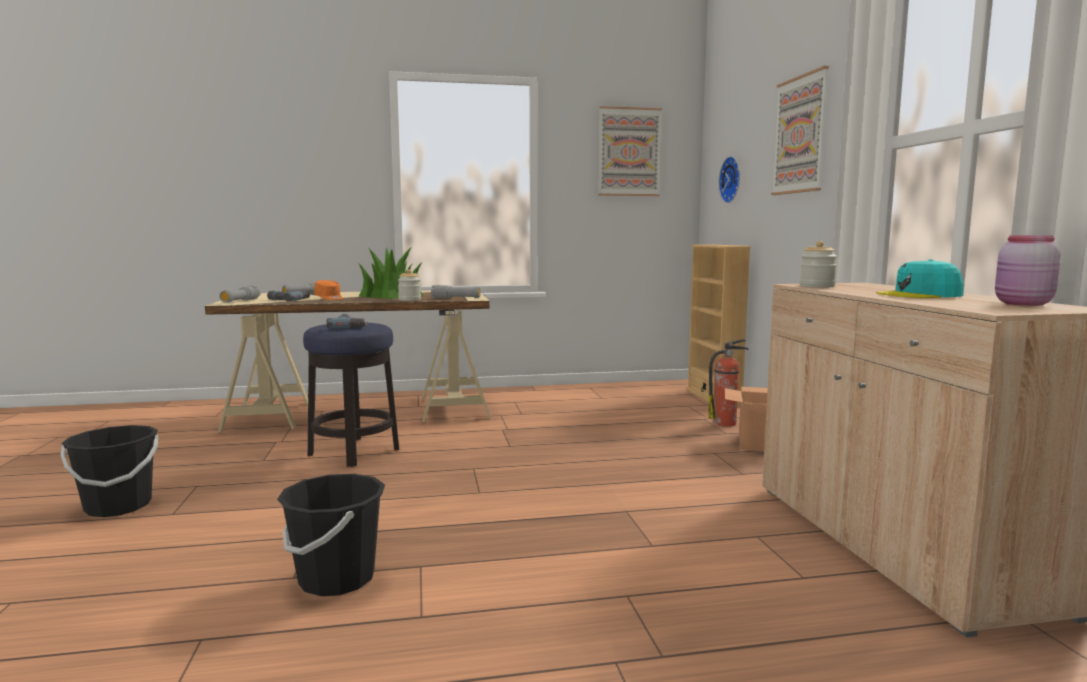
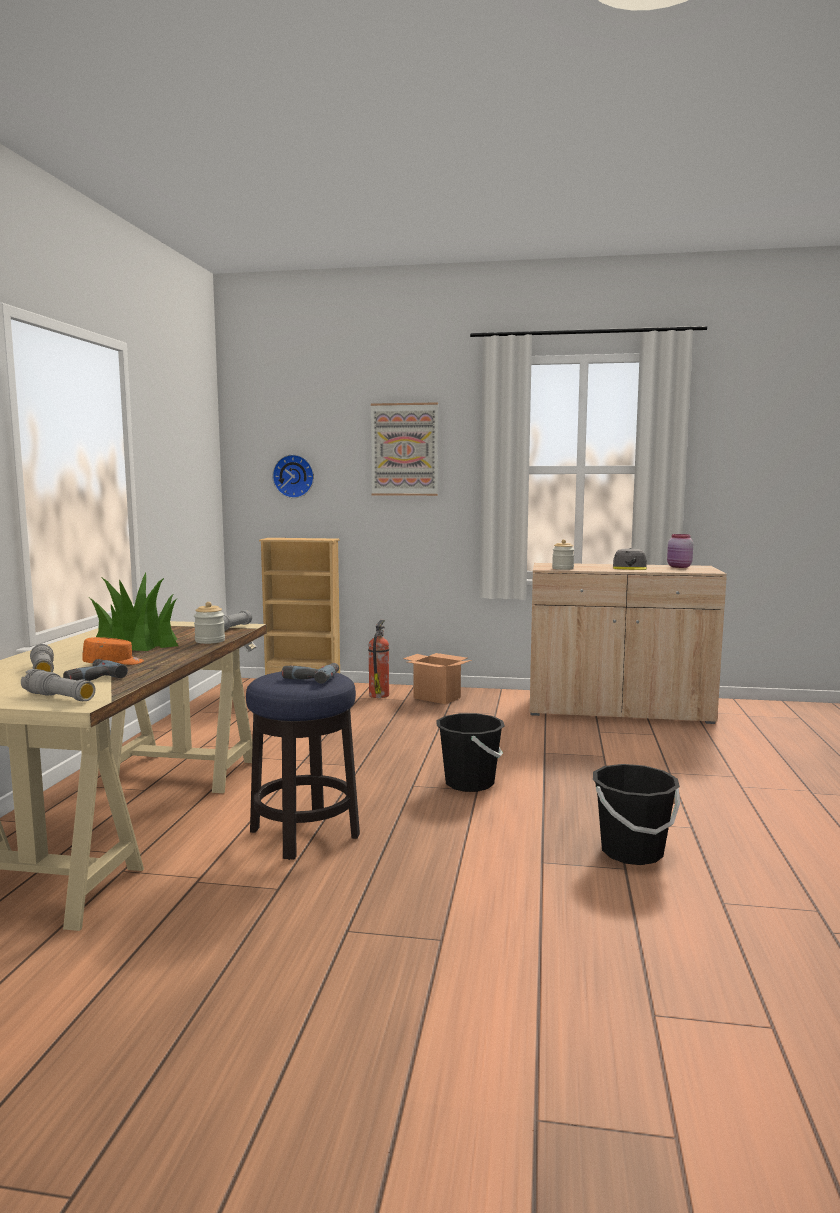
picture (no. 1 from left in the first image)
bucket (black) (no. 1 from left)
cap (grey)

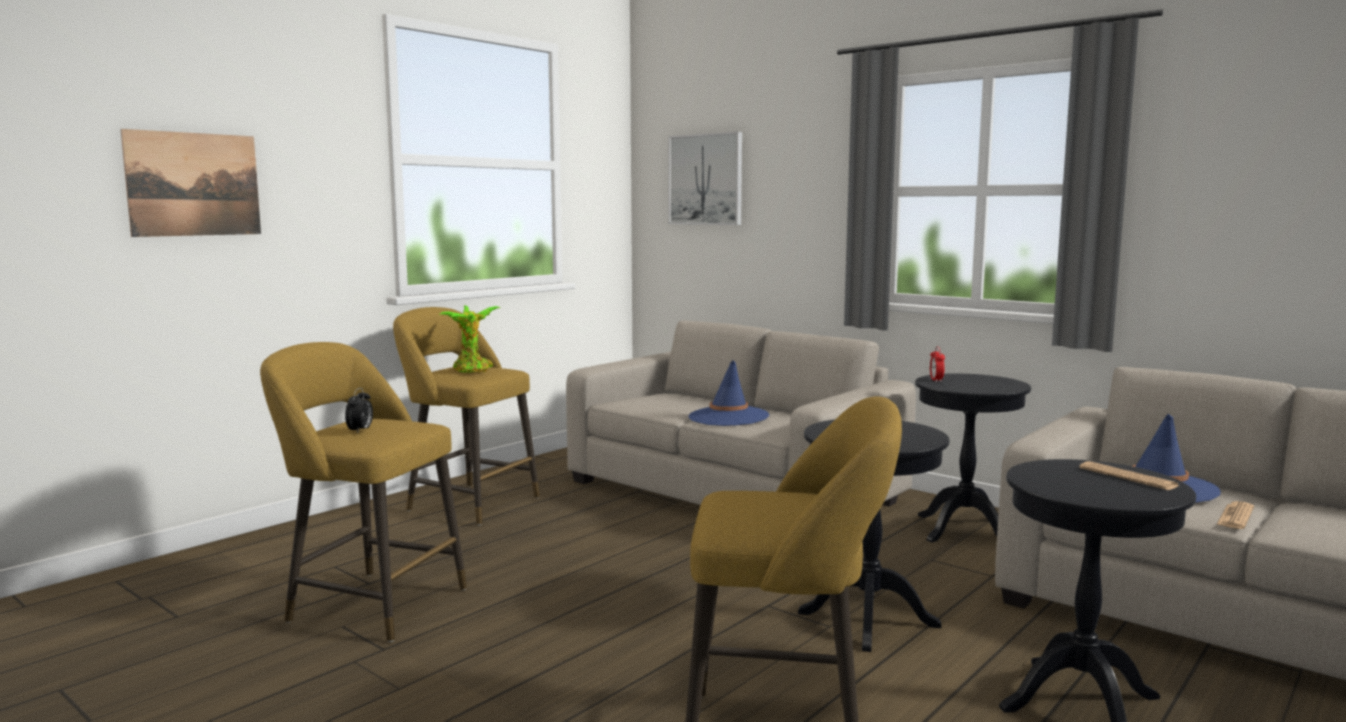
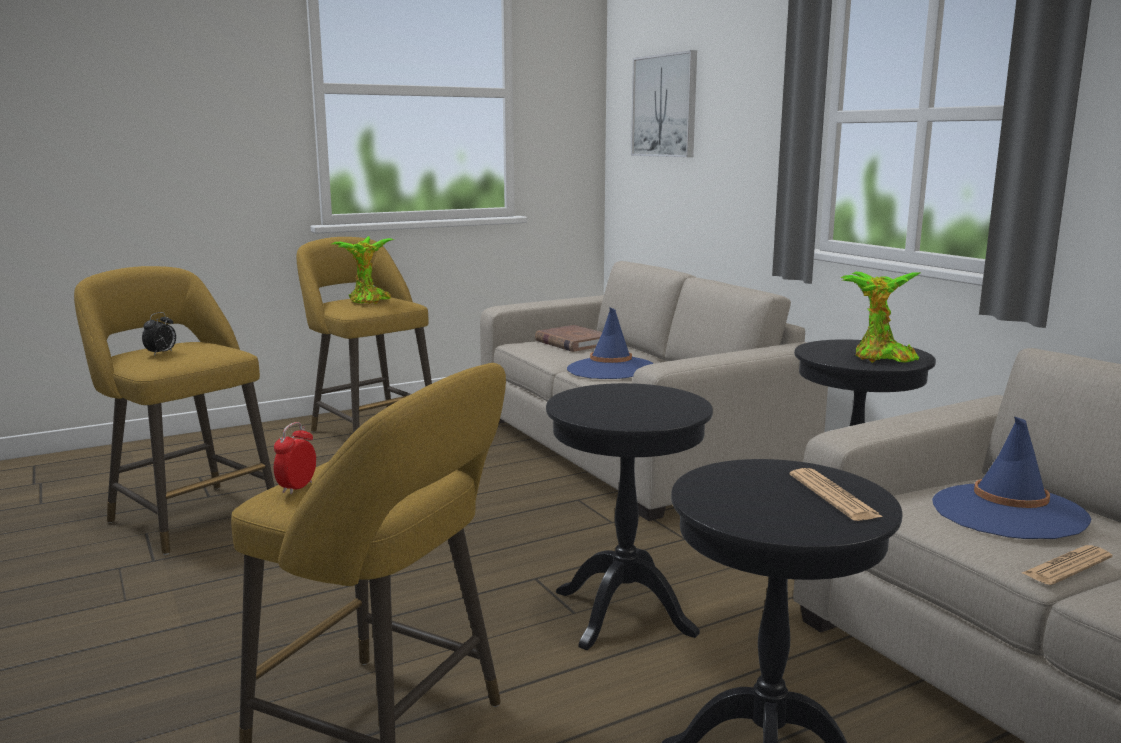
picture (no. 1 from left in the first image)
book (brown)
potted plant (no. 2 from left)
alarm clock (no. 2 from left)

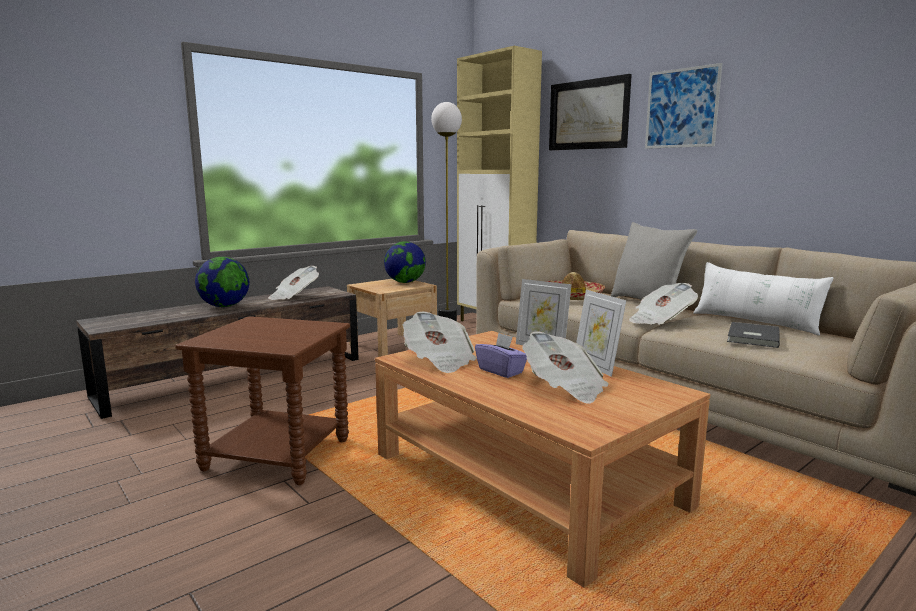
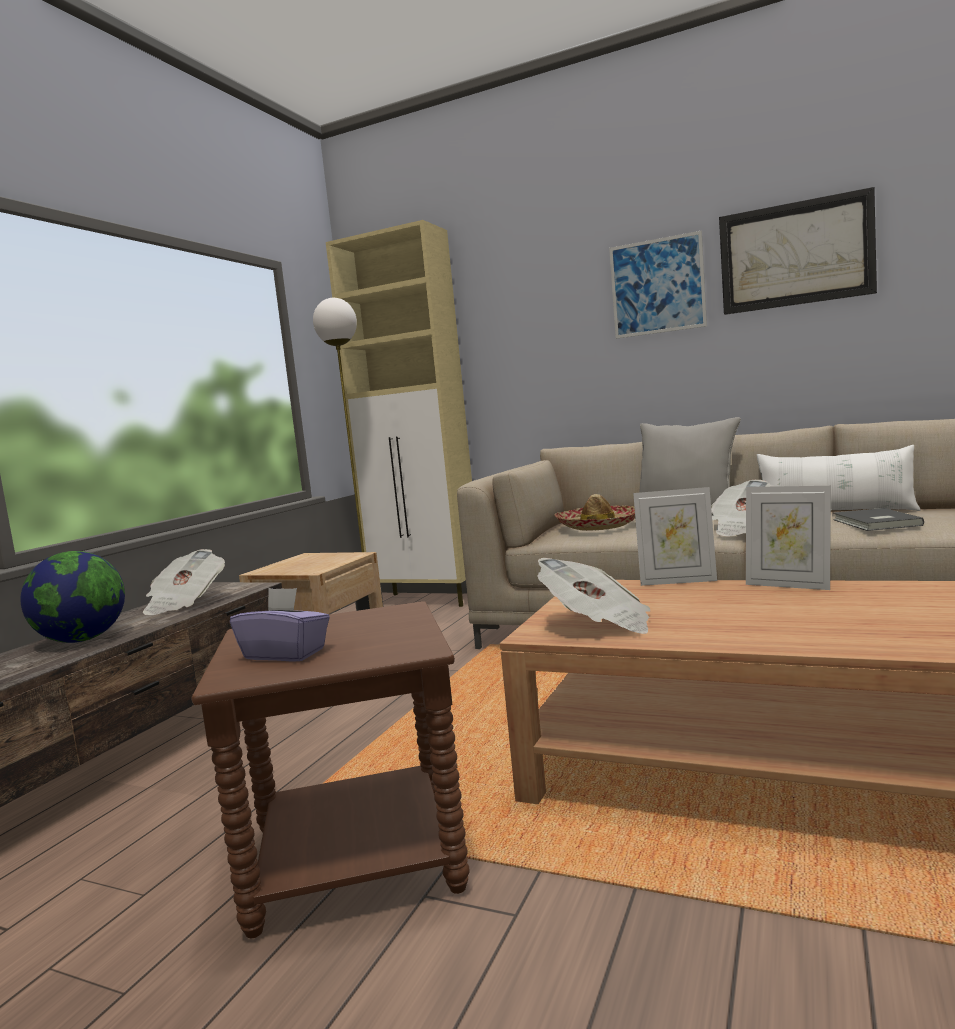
globe (no. 2 from left in the first image)
newspaper (no. 3 from left in the first image)
tissue box (purple)
picture (no. 2 from left)

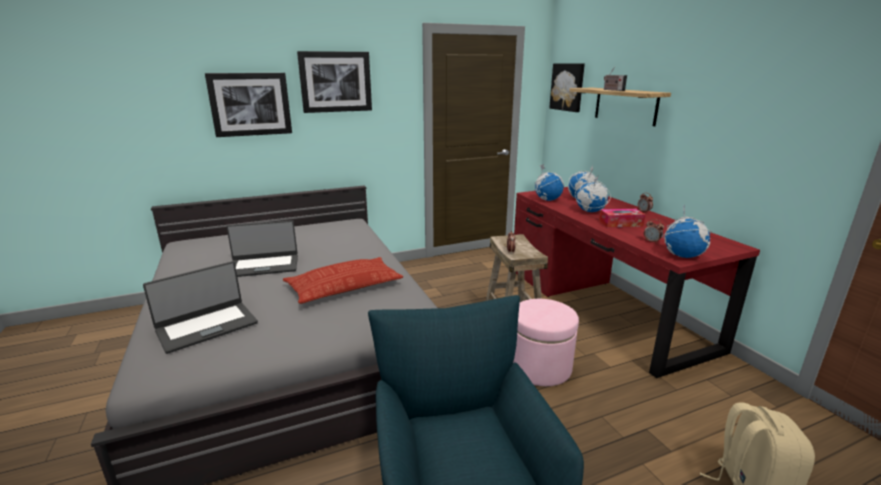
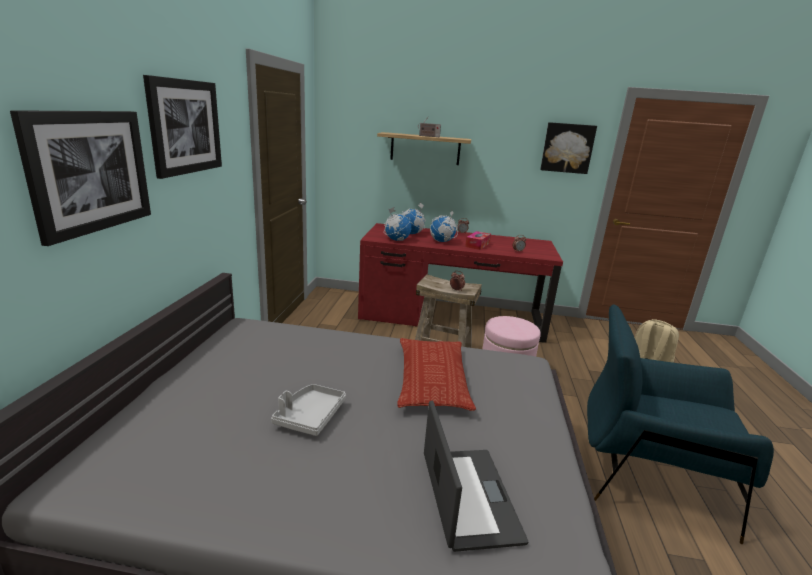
globe (no. 4 from left in the first image)
picture (no. 3 from left)
tray (grey)

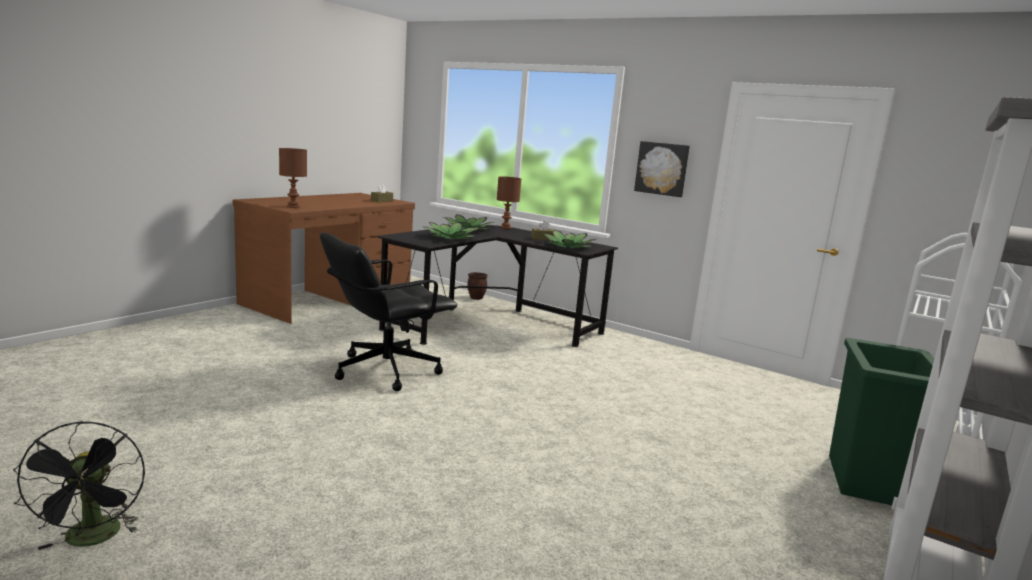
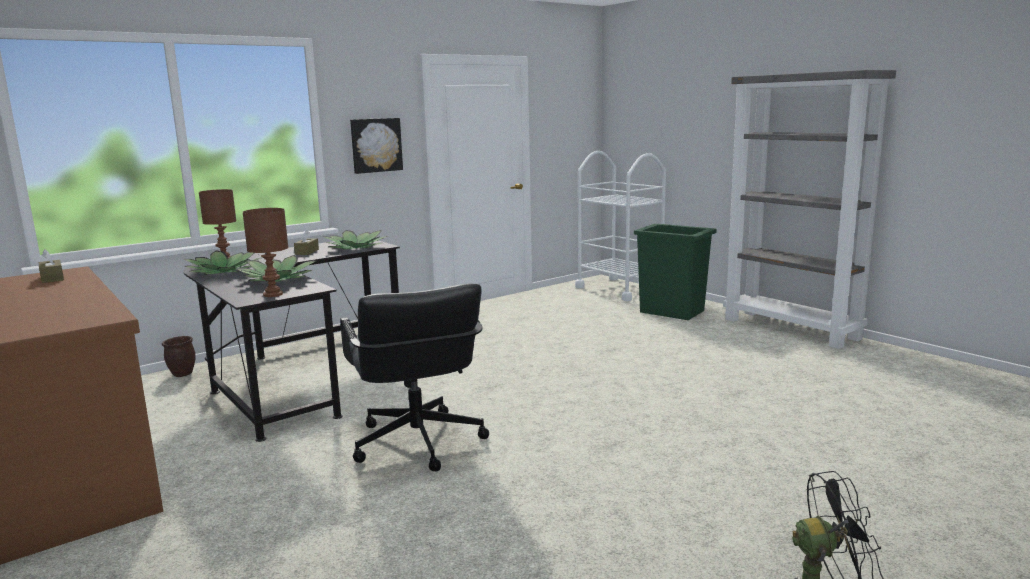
table lamp (brown) (no. 2 from left)

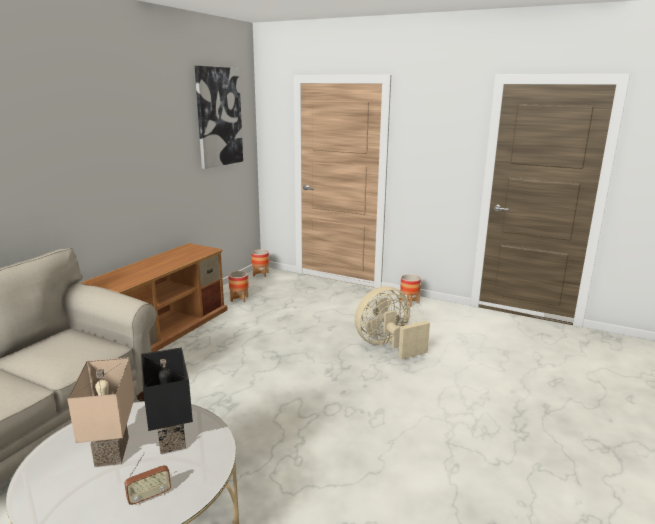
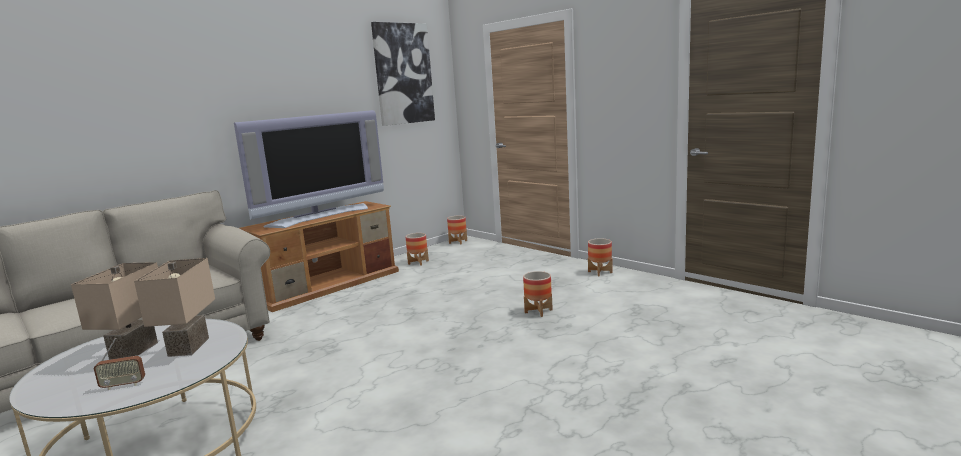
television
planter (no. 3 from left)
table lamp (beige) (no. 2 from left)

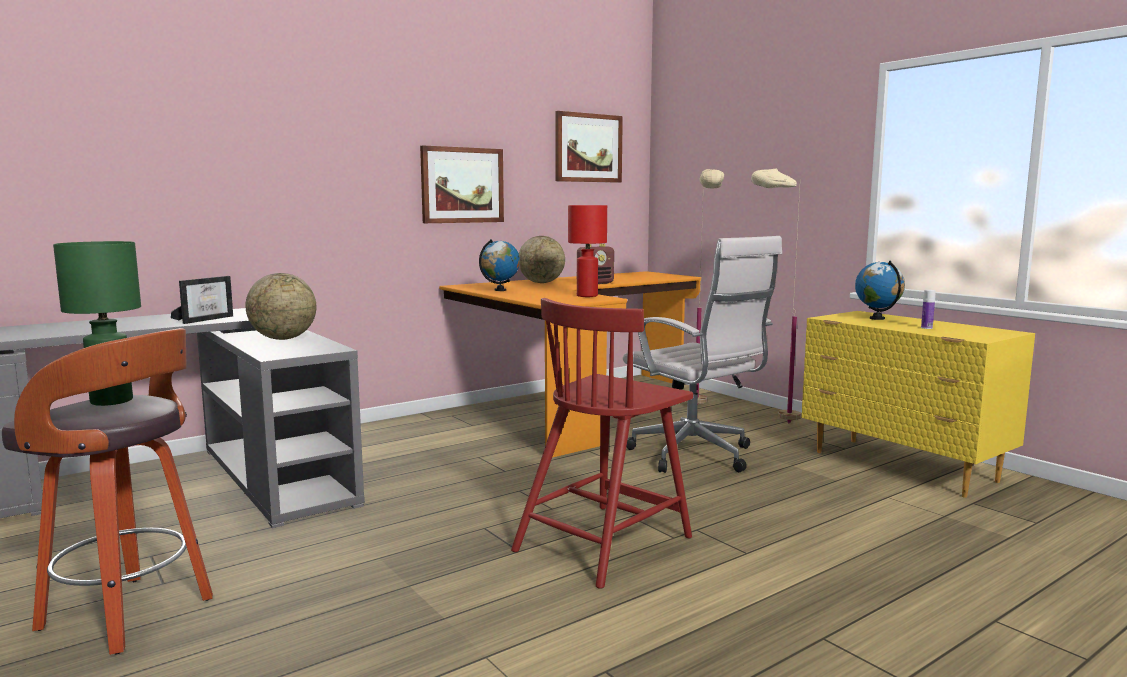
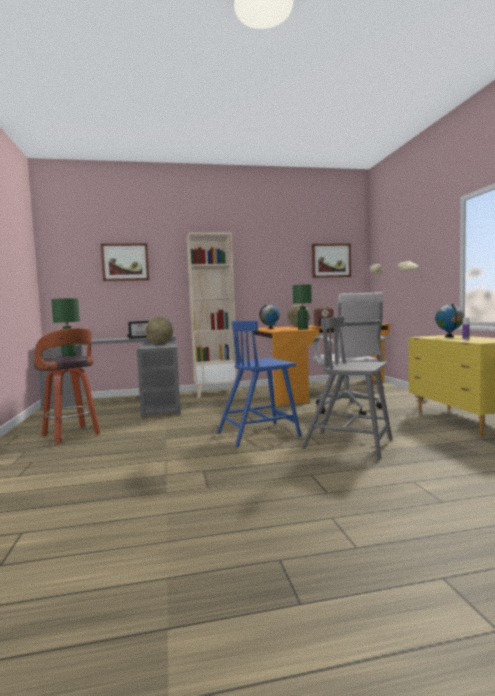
bookcase (beige)
chair (grey)
picture (no. 1 from left)
chair (blue)
table lamp (green) (no. 2 from left)

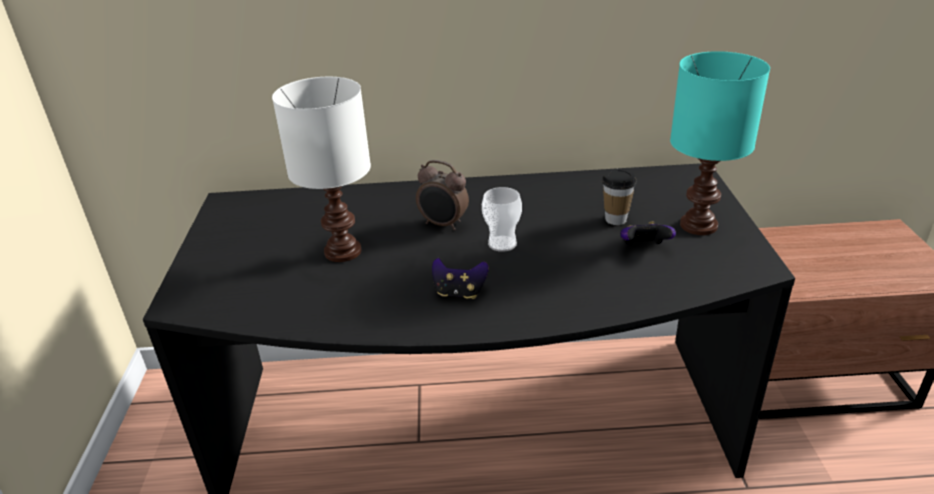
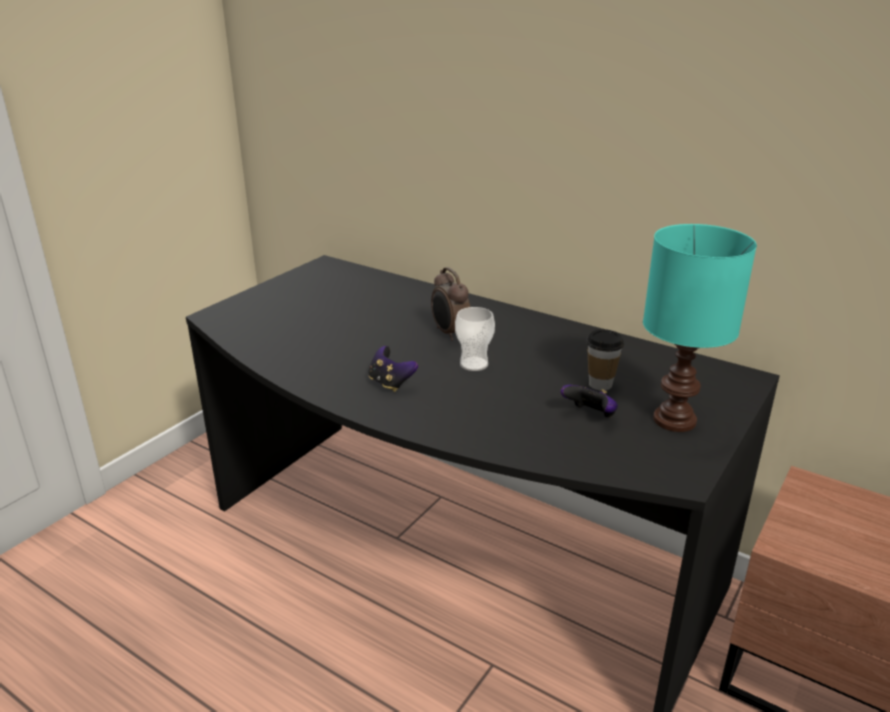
table lamp (white)

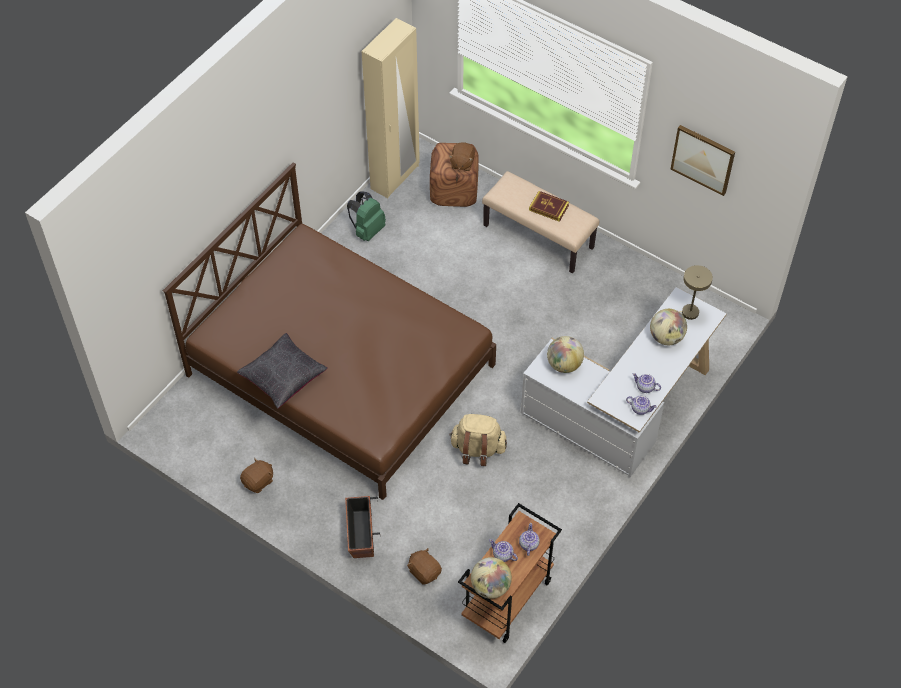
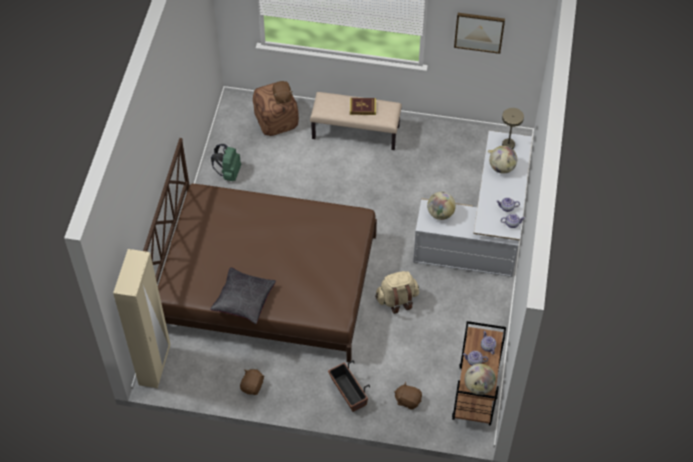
wardrobe (beige)

